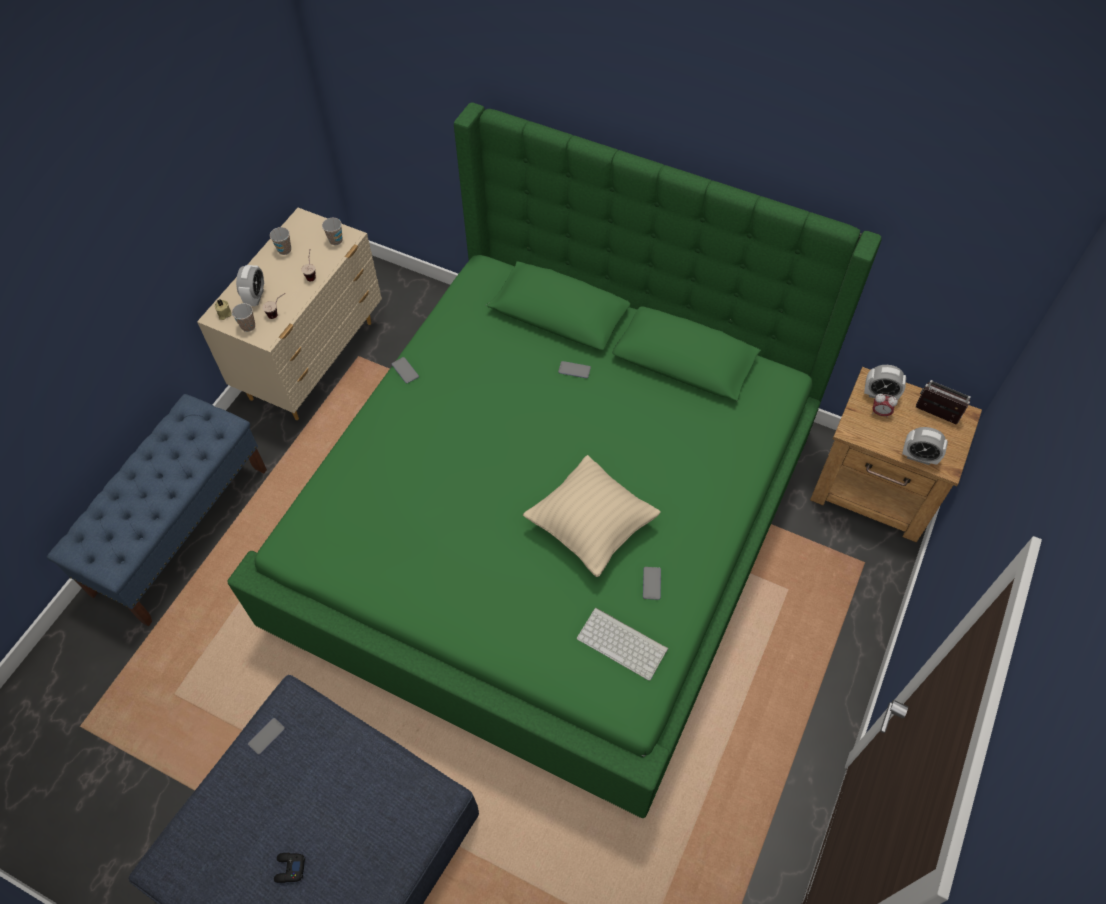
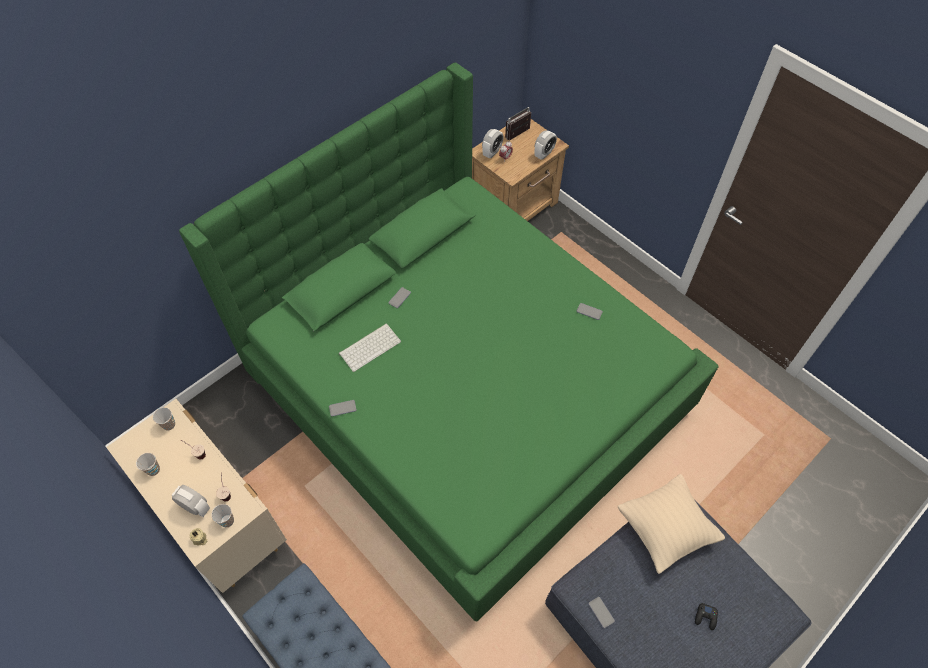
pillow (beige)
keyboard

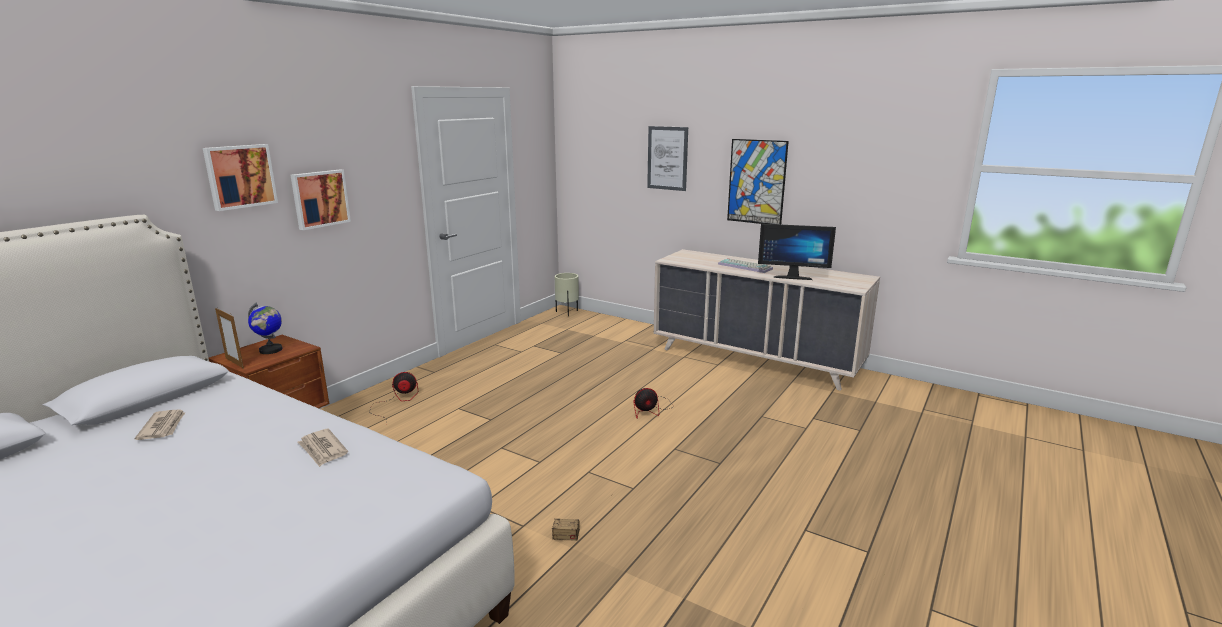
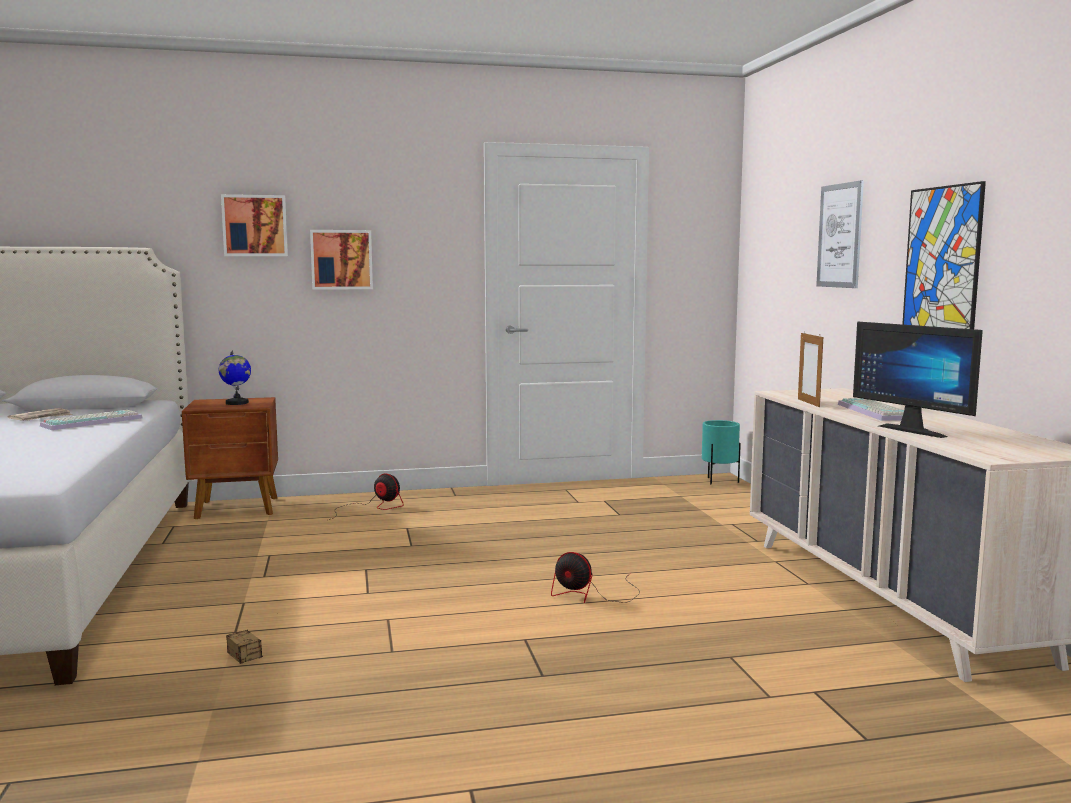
newspaper (no. 2 from left in the first image)
keyboard (no. 1 from left)
picture frame
planter (turquoise)

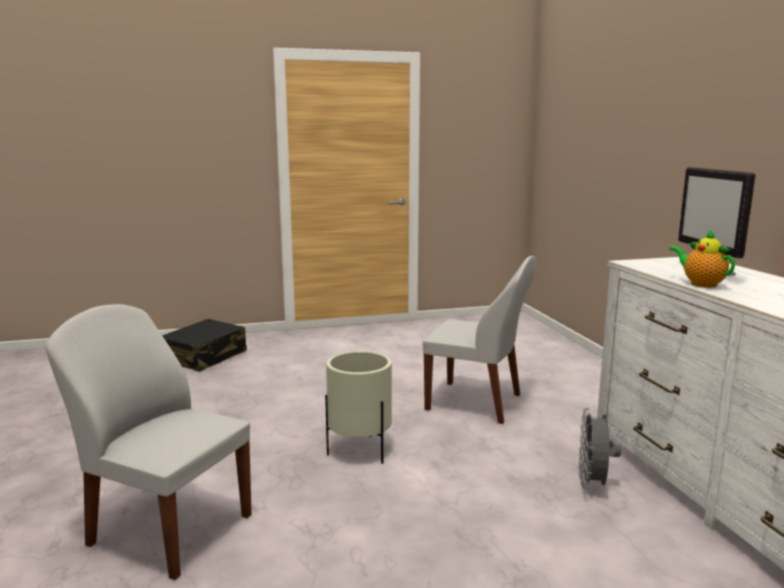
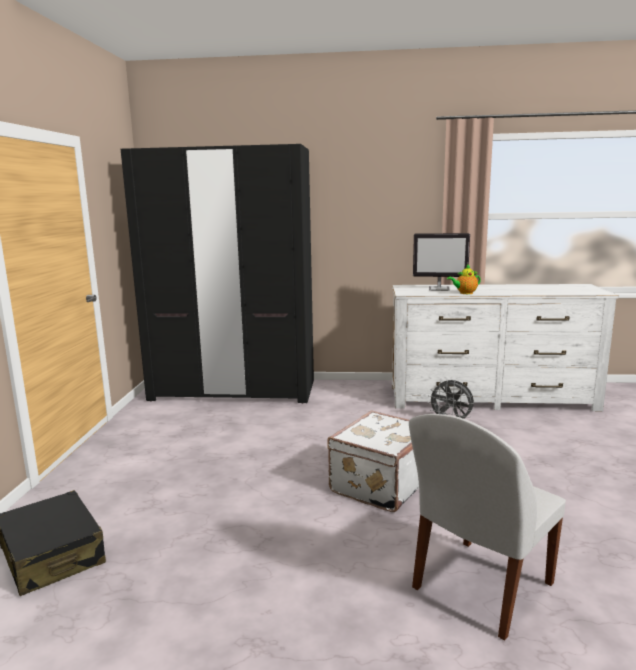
chair (white) (no. 2 from left in the first image)
wardrobe (black)
suitcase (white)

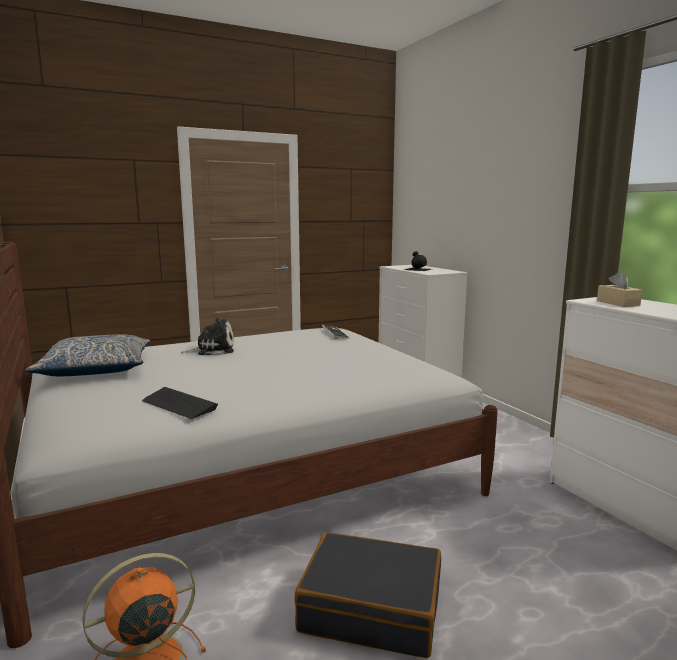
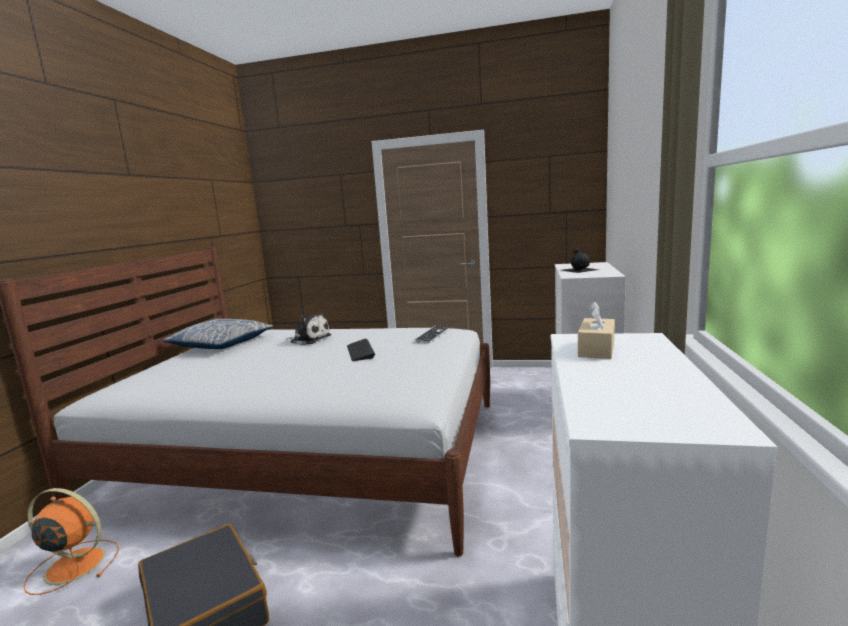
keyboard (no. 1 from left)

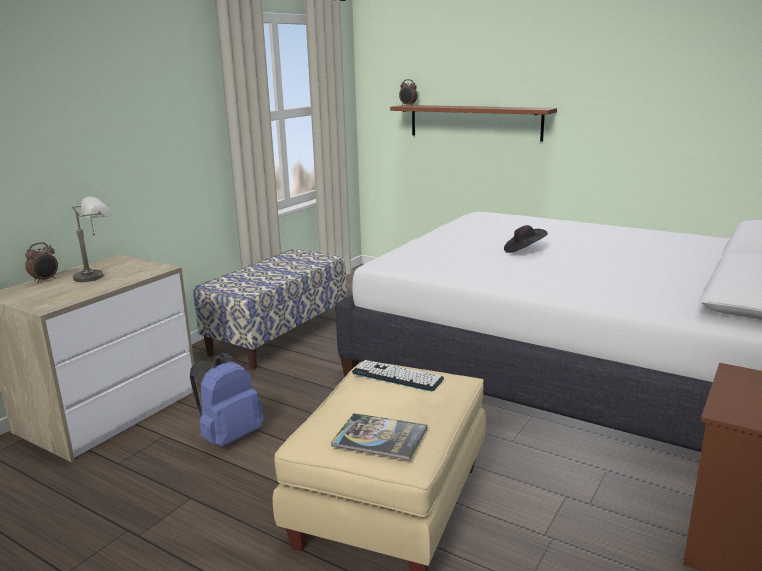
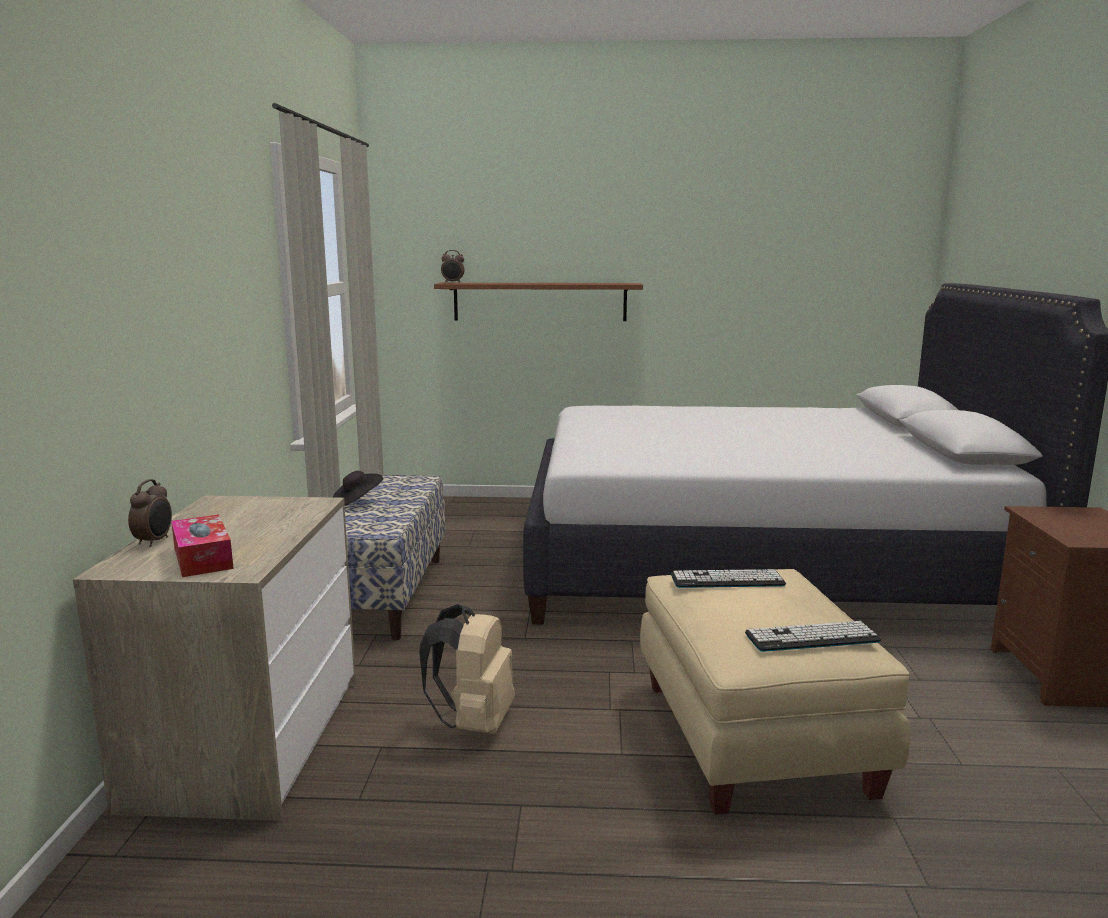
table lamp (grey)
tissue box
hat (black)
keyboard (no. 2 from left)
backpack (beige)

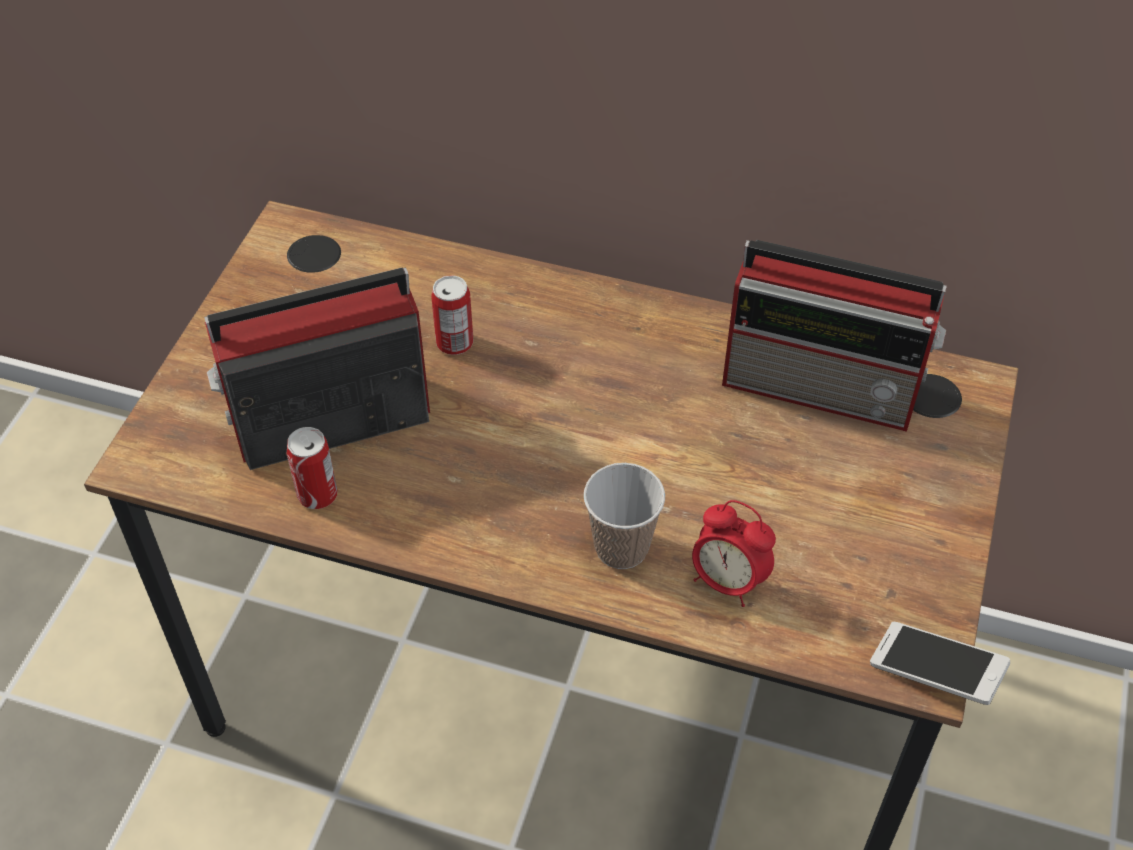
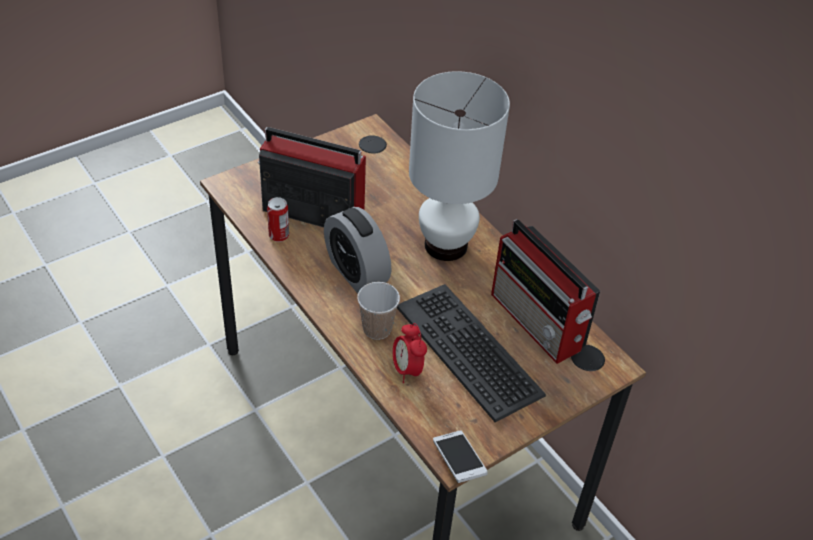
can (no. 2 from left in the first image)
alarm clock (no. 1 from left)
keyboard
table lamp (white)

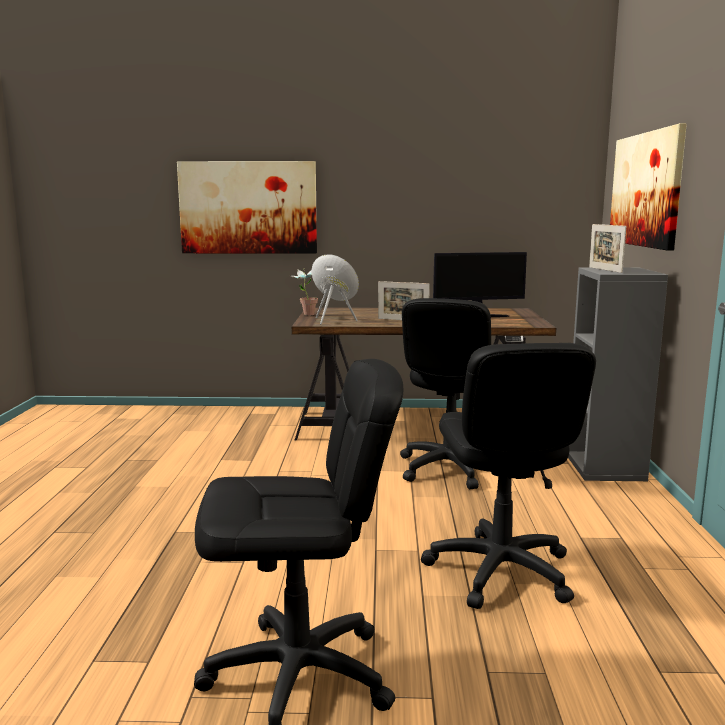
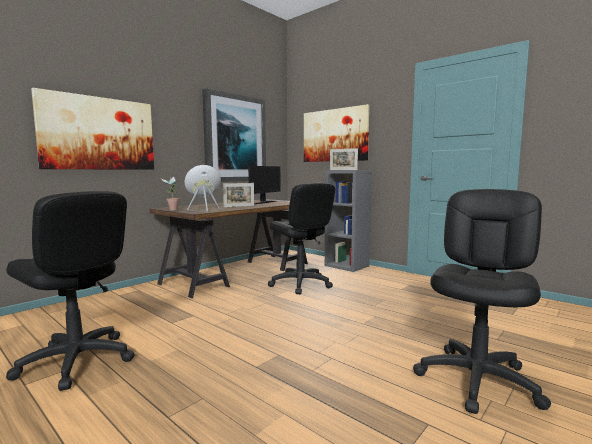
picture (no. 2 from left)
office chair (black) (no. 1 from left)

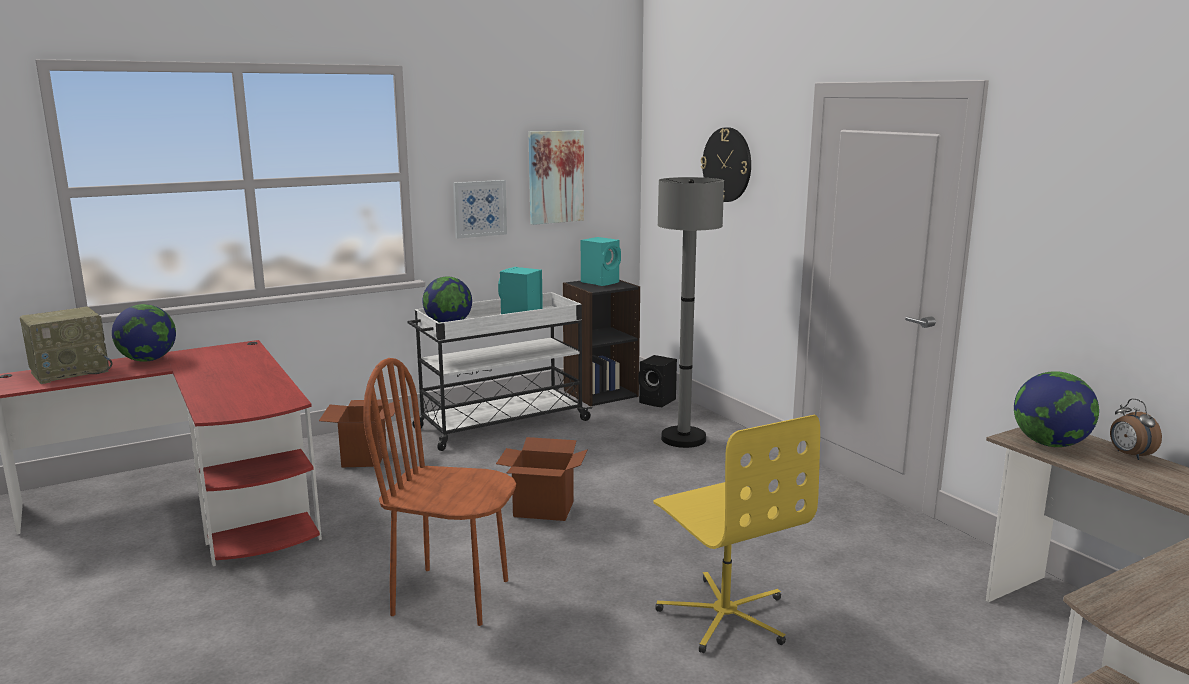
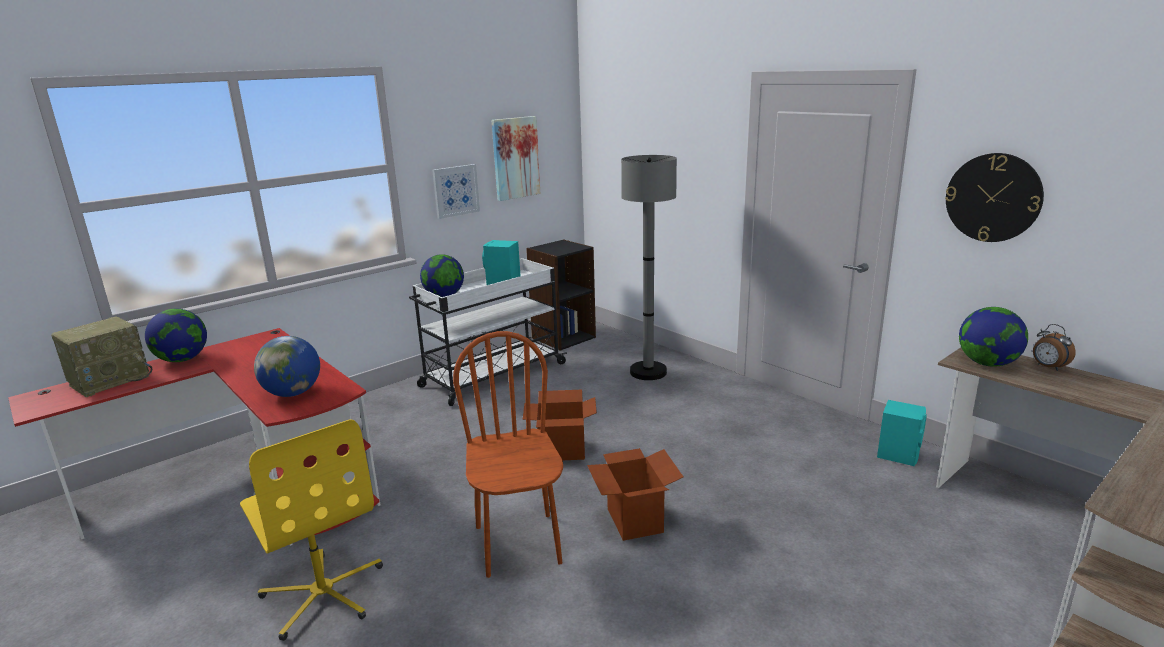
speaker (black)
globe (no. 2 from left)
cardboard box (no. 2 from left)
speaker (turquoise) (no. 2 from left)
office chair (yellow)
wall clock
chair (brown)

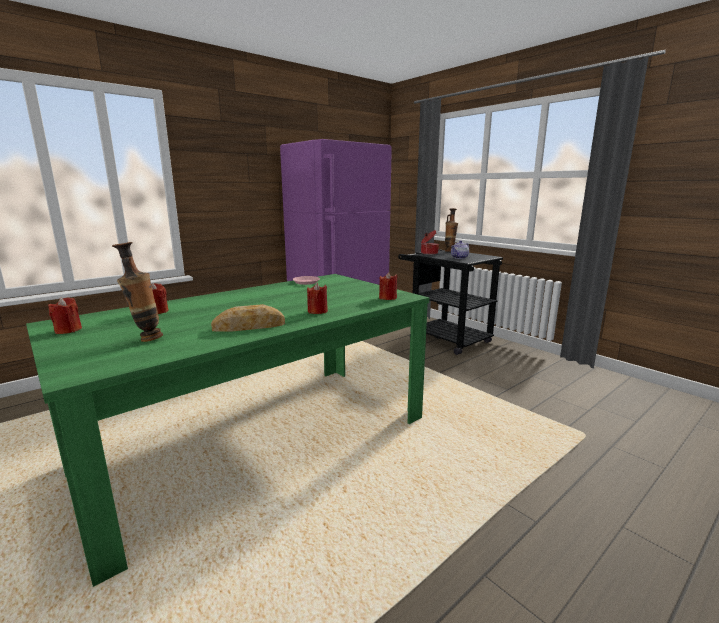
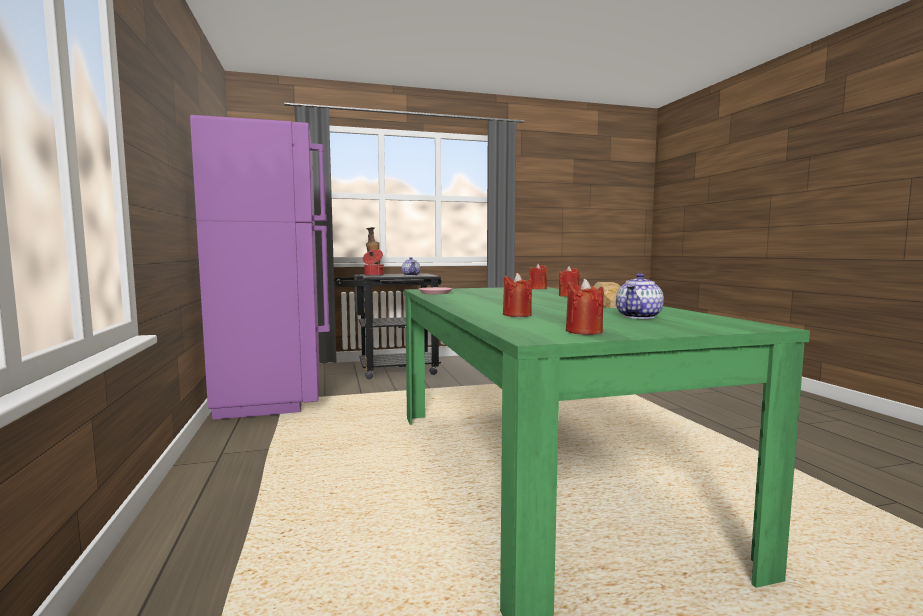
teapot (no. 2 from left)

